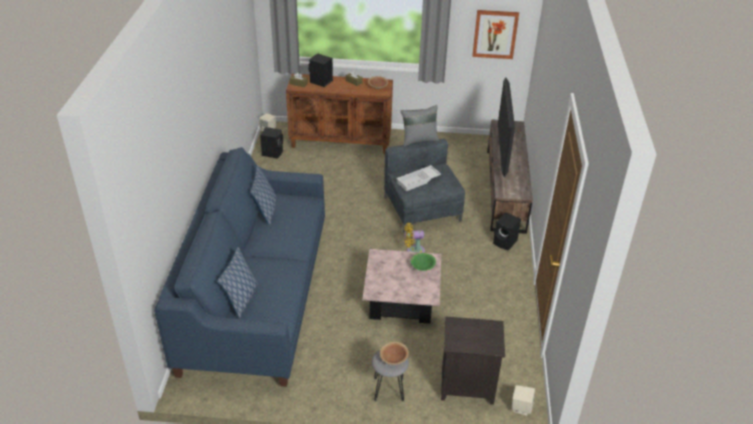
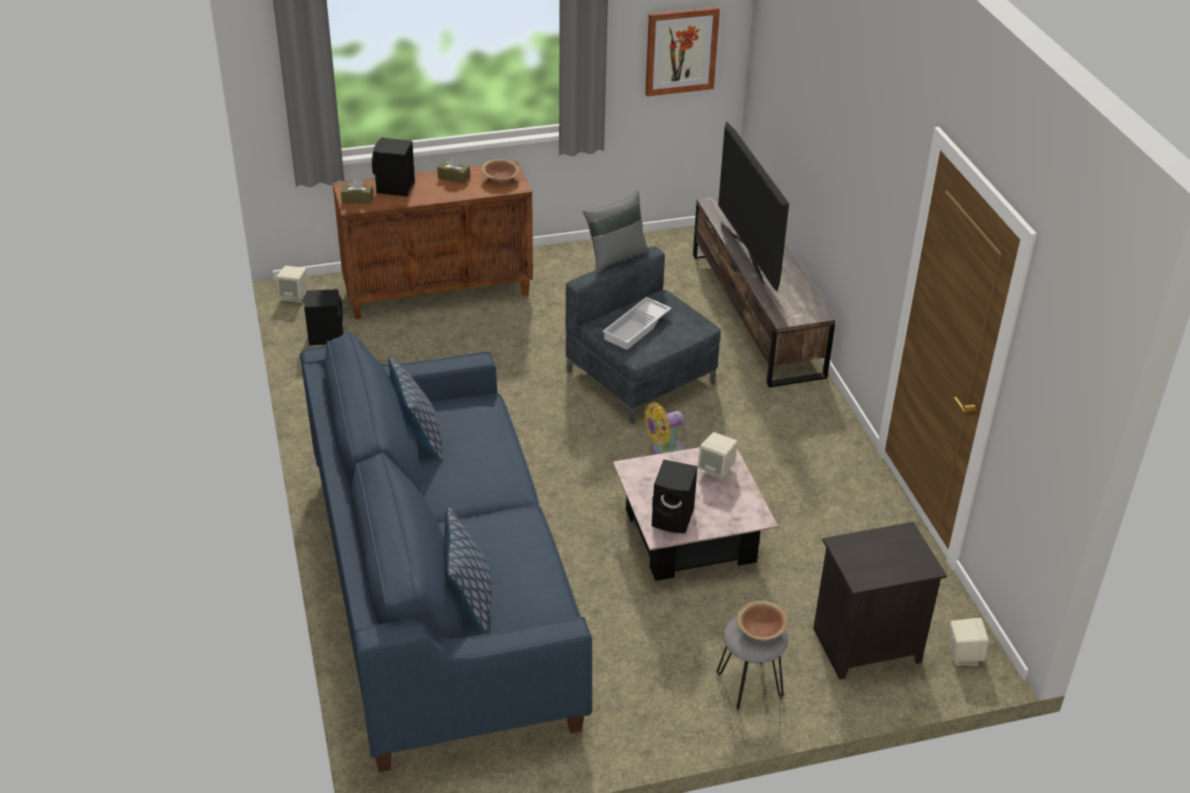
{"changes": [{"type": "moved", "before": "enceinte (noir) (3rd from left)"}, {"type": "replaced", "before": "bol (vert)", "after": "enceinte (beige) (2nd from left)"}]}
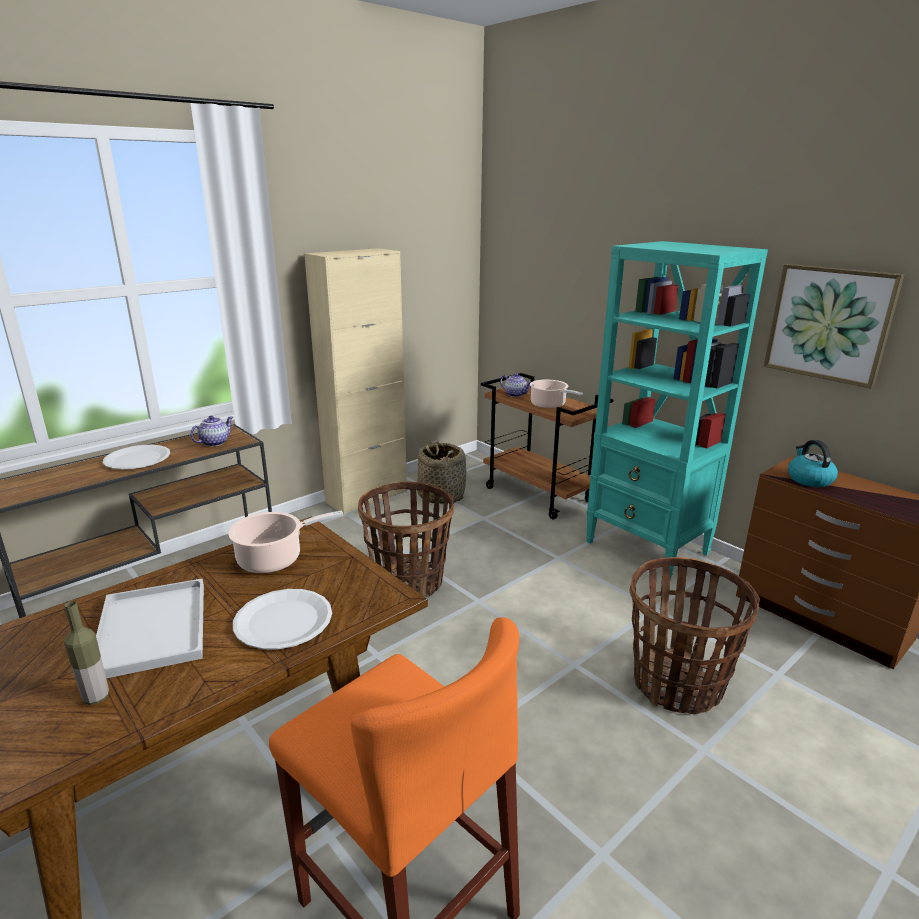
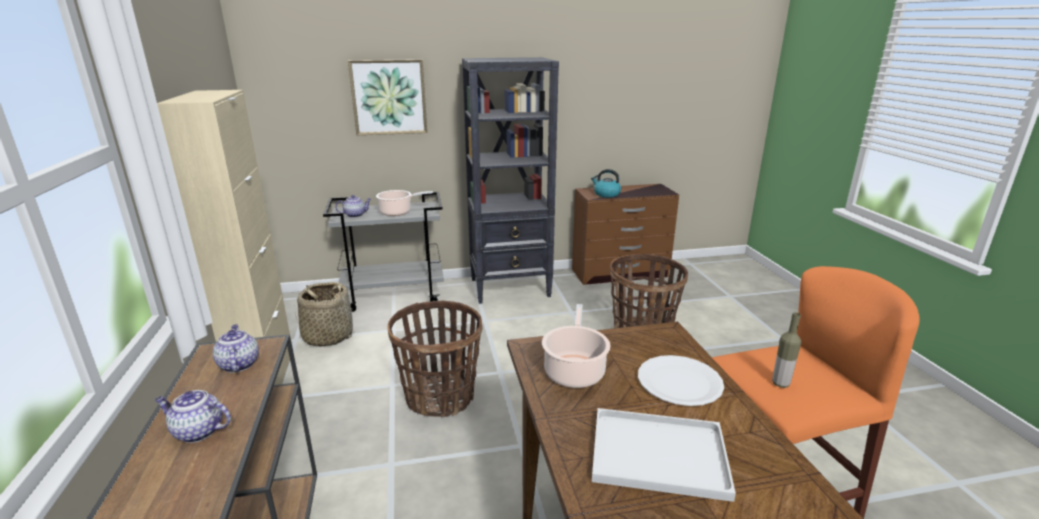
{"changes": [{"type": "replaced", "before": "assiette (blanc) (1st from left)", "after": "théière (1st from left)"}, {"type": "recoloured", "before": "chariot (marron)", "after": "chariot (gris)"}, {"type": "moved", "before": "tableau"}, {"type": "recoloured", "before": "bibliothèque (turquoise)", "after": "bibliothèque (noir)"}, {"type": "moved", "before": "bouteille"}]}
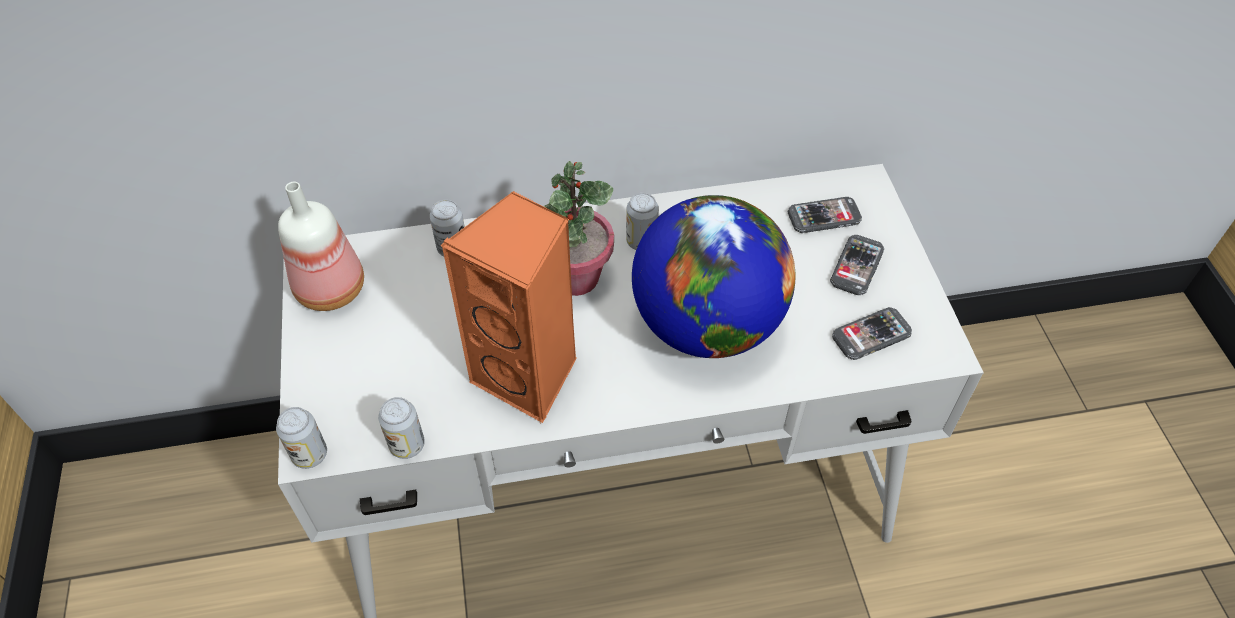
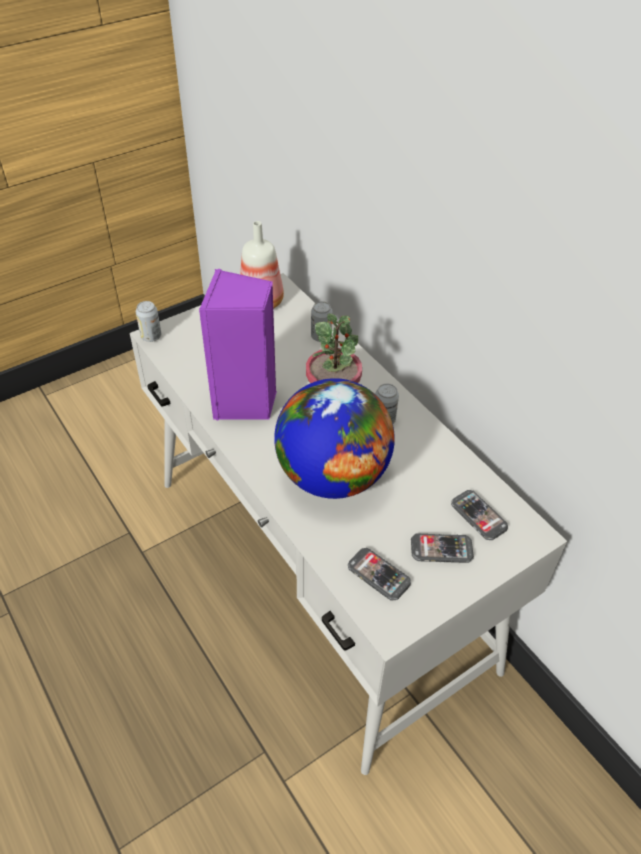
{"changes": [{"type": "recoloured", "before": "enceinte (orange)", "after": "enceinte (violet)"}, {"type": "removed", "before": "boîte métallique (2nd from left)"}]}
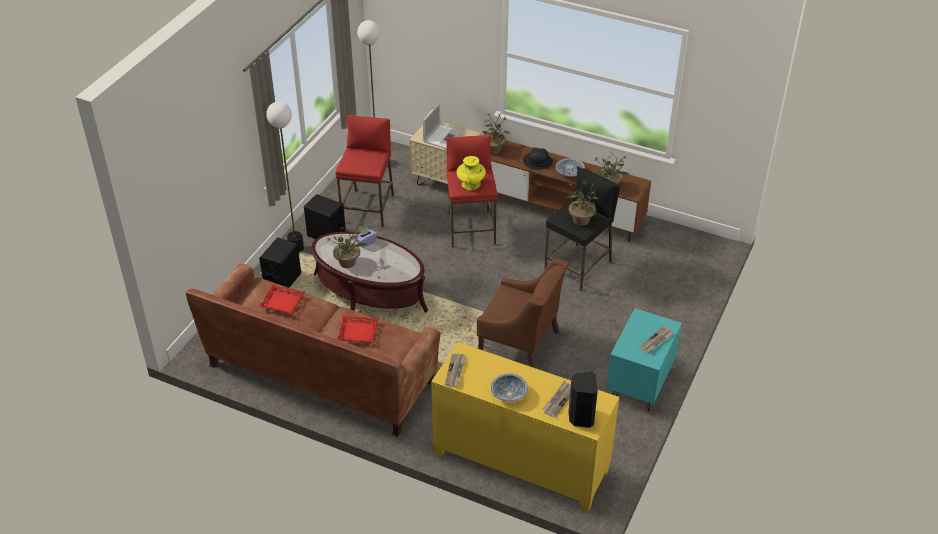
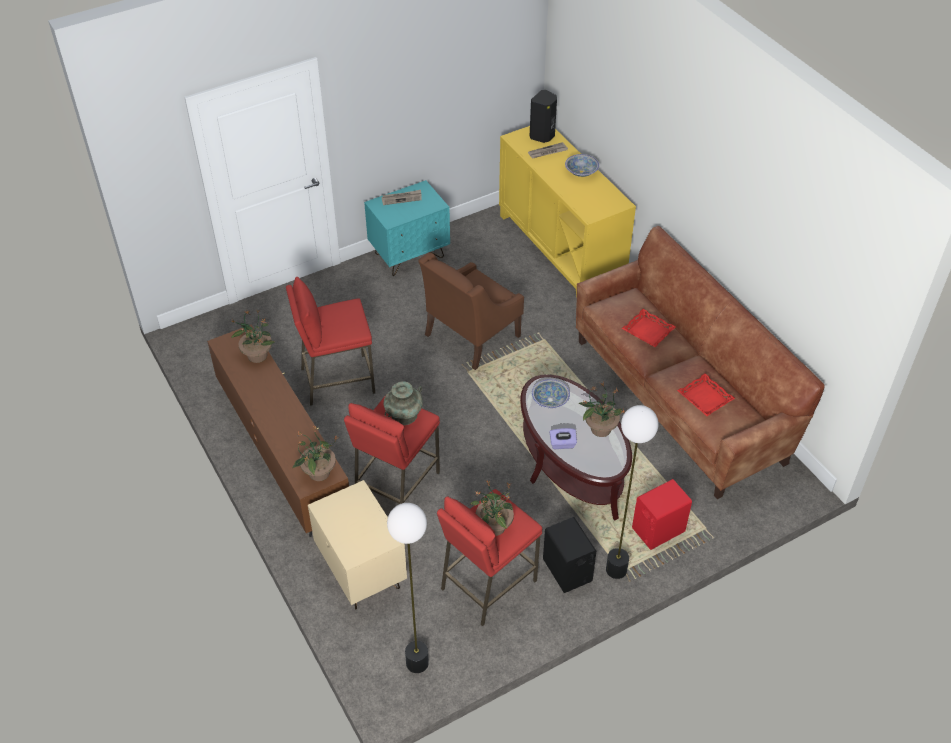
{"changes": [{"type": "recoloured", "before": "tabouret (noir)", "after": "tabouret (rouge) (1st from left)"}, {"type": "recoloured", "before": "vase (jaune)", "after": "vase (turquoise)"}, {"type": "turned", "before": "fauteuil (marron)", "turn": -105}, {"type": "moved", "before": "plante en pot (3rd from left)"}, {"type": "moved", "before": "bol (2nd from left in the first image)", "after": "bol (1st from left)"}, {"type": "recoloured", "before": "enceinte (noir) (1st from left)", "after": "enceinte (rouge)"}, {"type": "removed", "before": "ordinateur portable"}, {"type": "removed", "before": "journal (1st from left)"}, {"type": "removed", "before": "chapeau (noir)"}]}
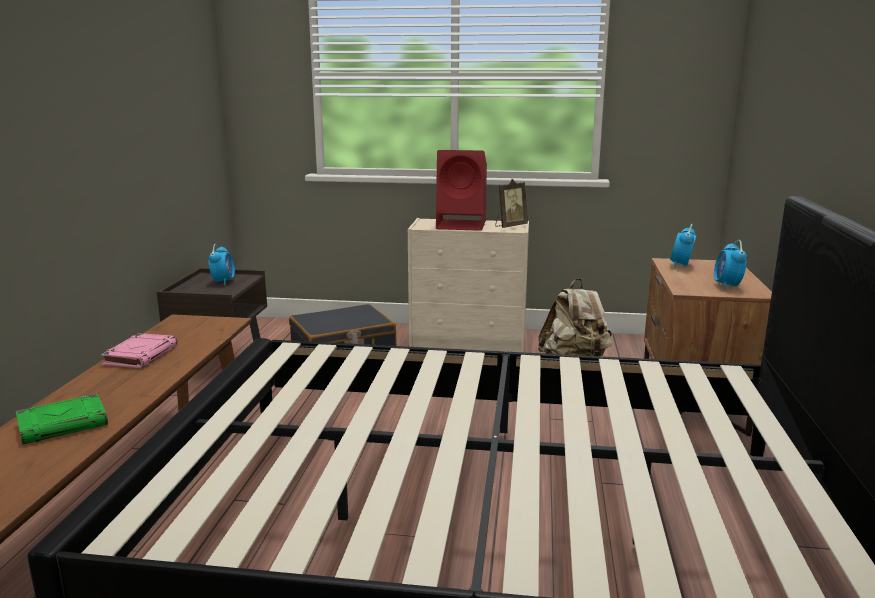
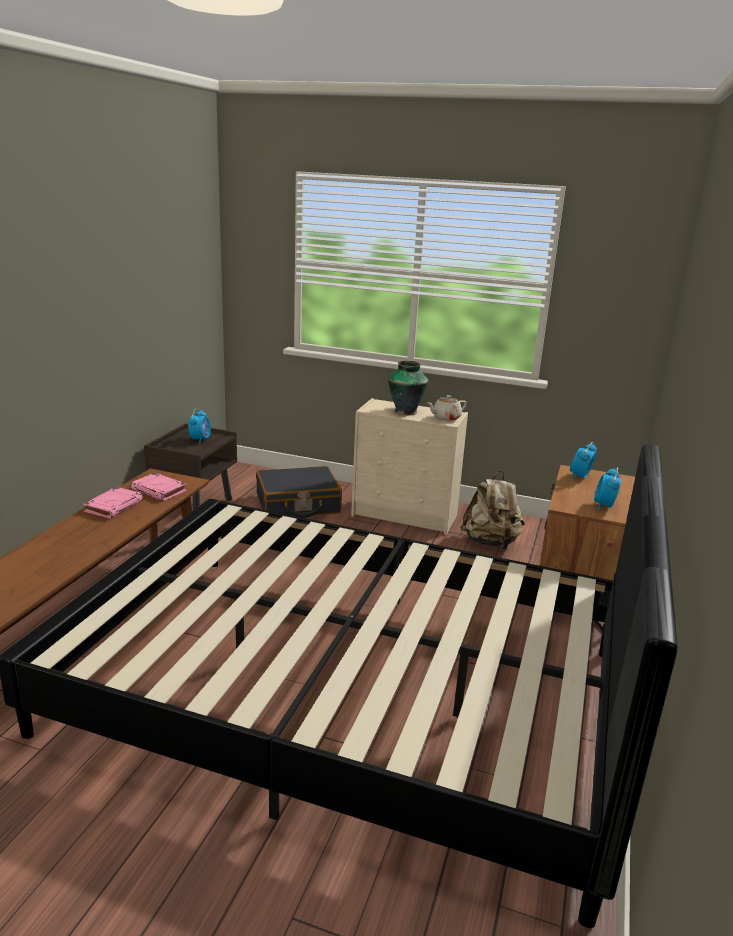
{"changes": [{"type": "added", "after": "livre (rose) (2nd from left)"}, {"type": "replaced", "before": "enceinte (rouge)", "after": "vase"}, {"type": "replaced", "before": "cadre photo", "after": "théière (beige)"}, {"type": "removed", "before": "livre (vert)"}]}
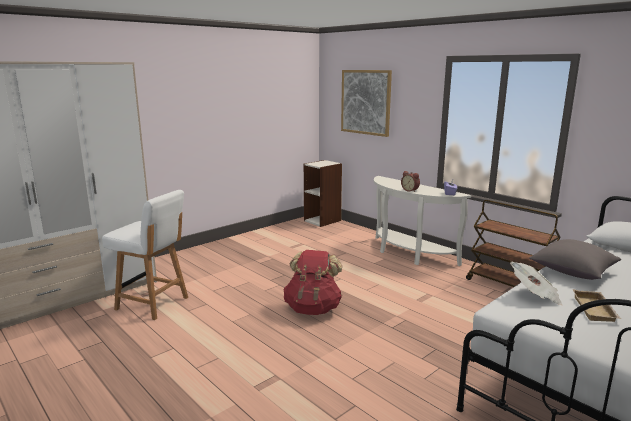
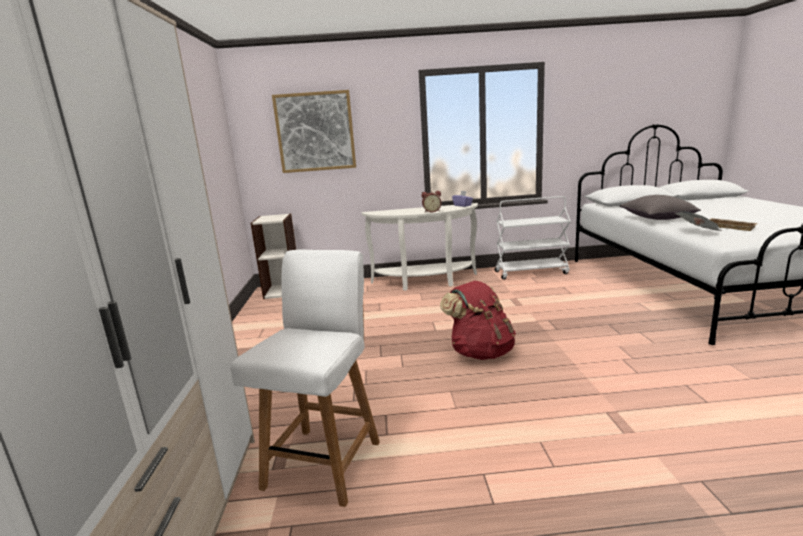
{"changes": [{"type": "turned", "before": "chaise (blanc)", "turn": -45}, {"type": "recoloured", "before": "chariot (marron)", "after": "chariot (blanc)"}]}
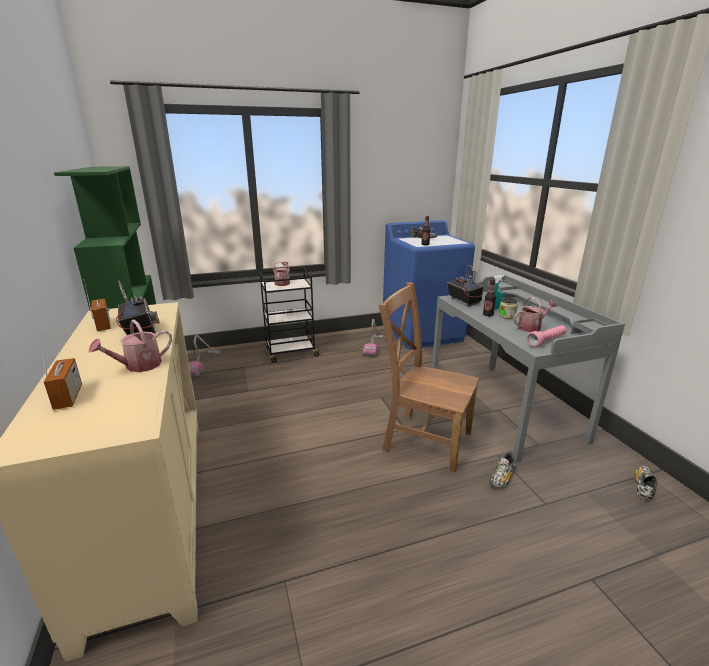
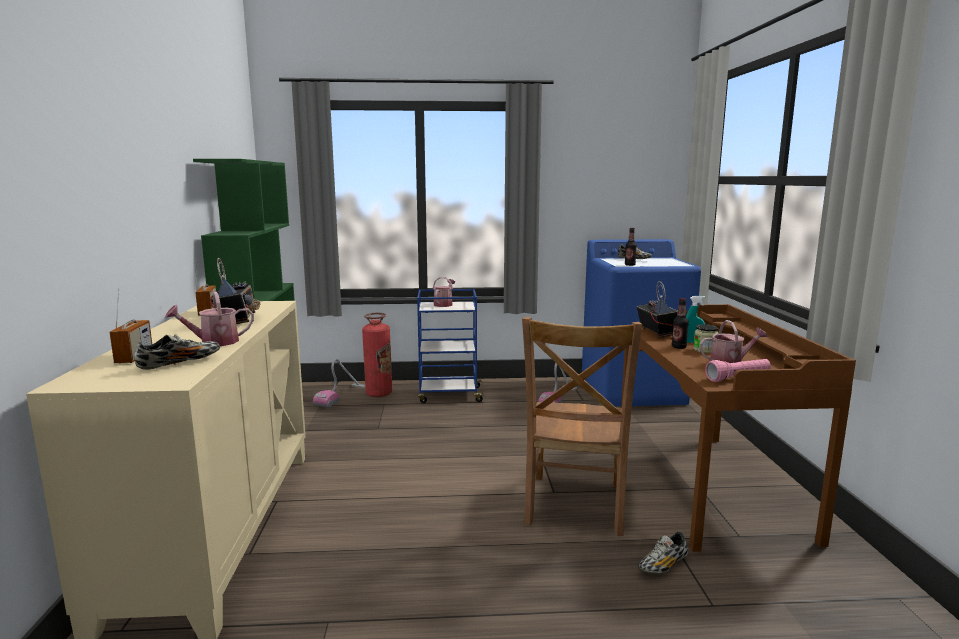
{"changes": [{"type": "moved", "before": "chaussure (3rd from left in the first image)", "after": "chaussure (1st from left)"}, {"type": "added", "after": "extincteur"}, {"type": "recoloured", "before": "chariot (noir)", "after": "chariot (bleu)"}, {"type": "turned", "before": "chaise (marron)", "turn": -120}, {"type": "recoloured", "before": "bureau (gris)", "after": "bureau (marron)"}]}
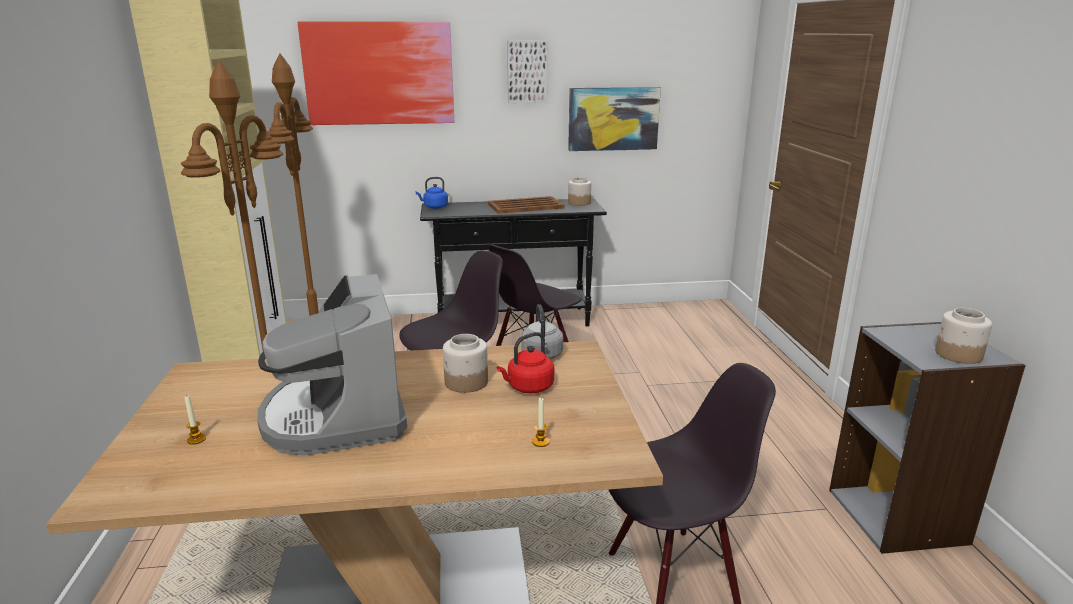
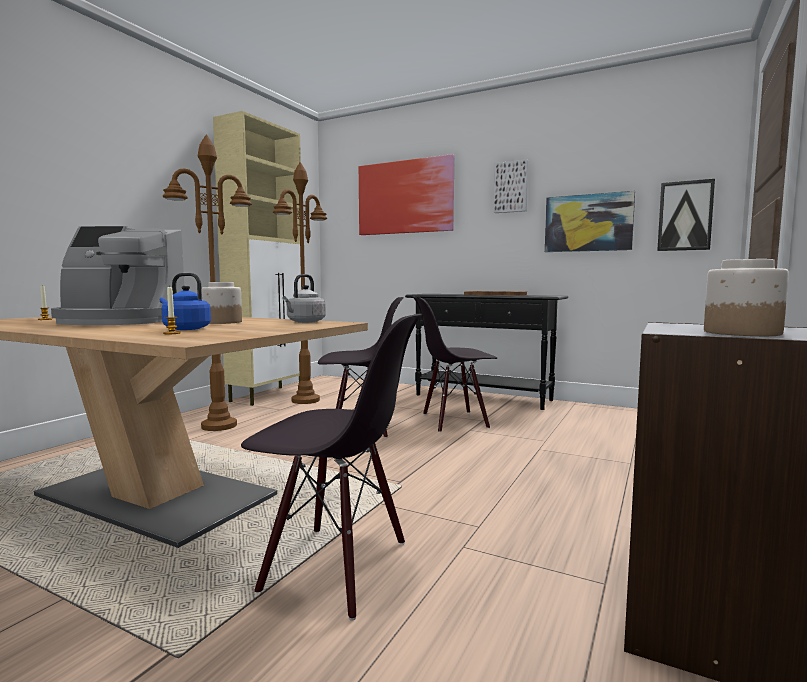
{"changes": [{"type": "turned", "before": "machine à café", "turn": -105}, {"type": "moved", "before": "bouilloire (bleu)"}, {"type": "added", "after": "tableau (4th from left)"}, {"type": "removed", "before": "bouilloire (rouge)"}, {"type": "removed", "before": "bocal (2nd from left)"}]}
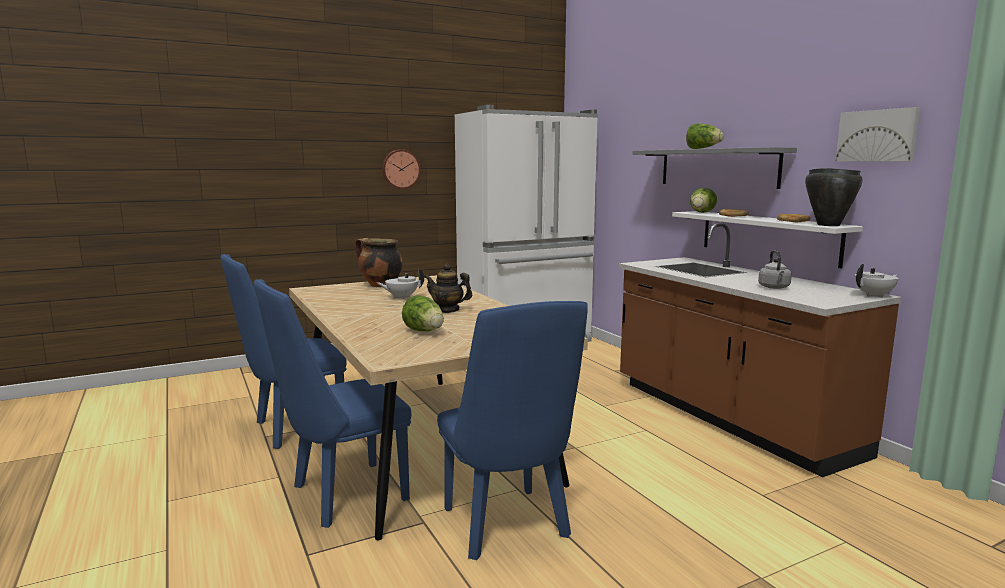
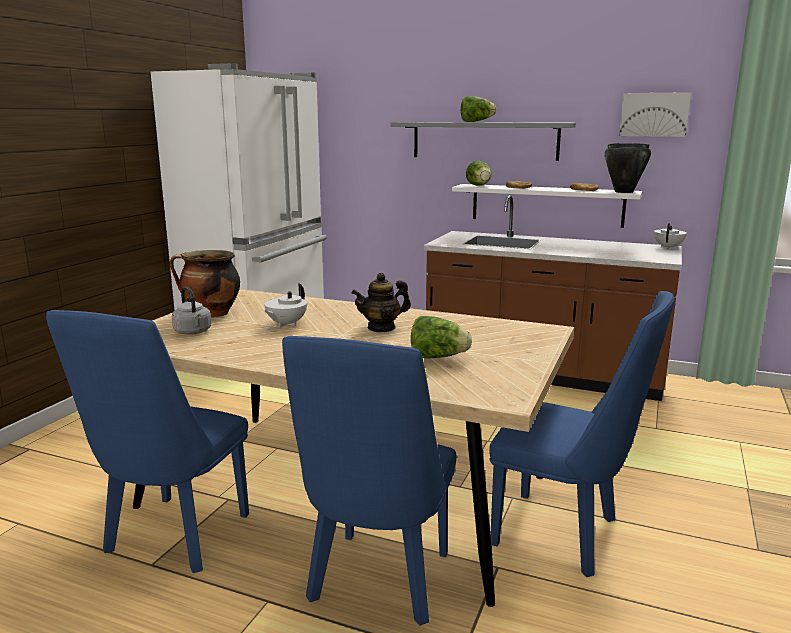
{"changes": [{"type": "moved", "before": "bouilloire (gris)"}, {"type": "removed", "before": "horloge murale"}]}
